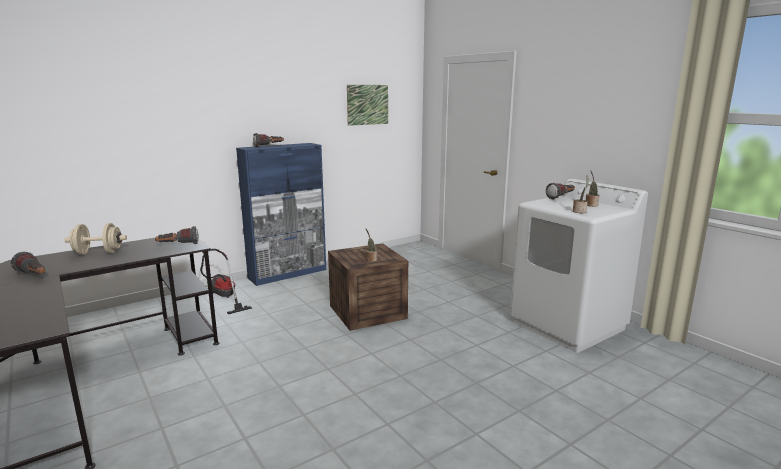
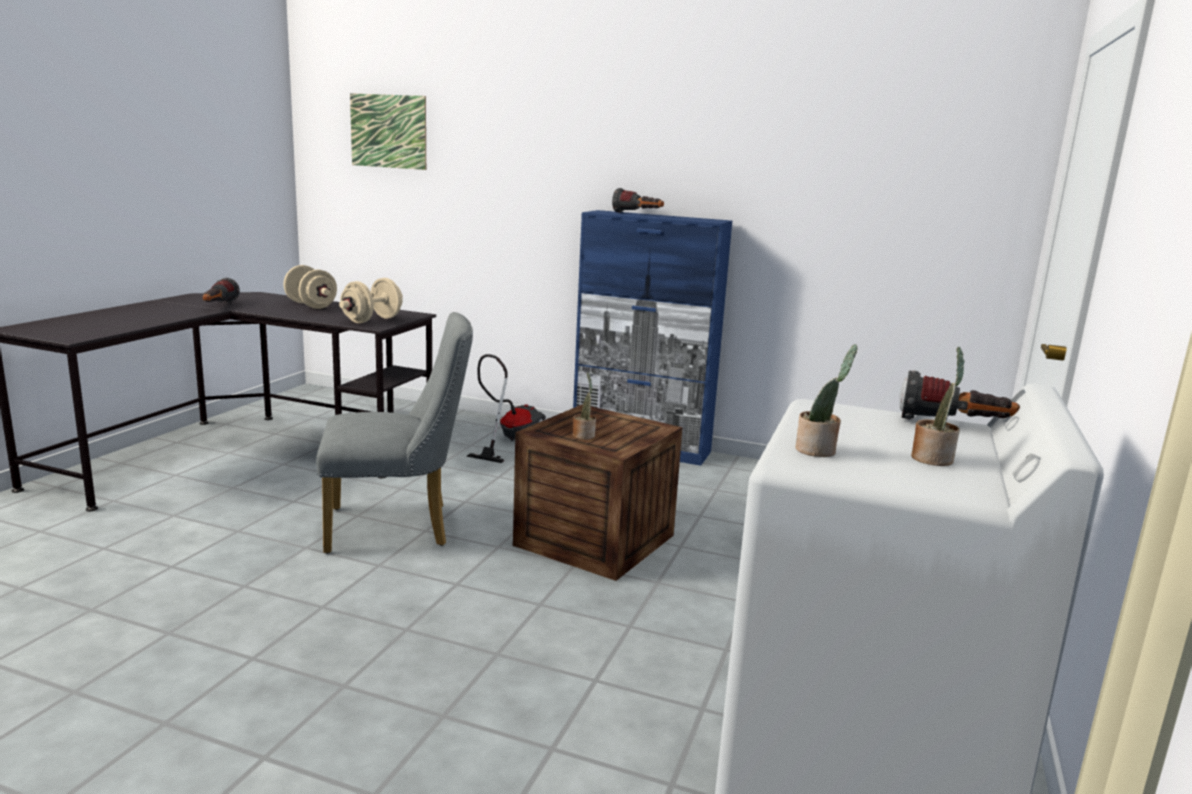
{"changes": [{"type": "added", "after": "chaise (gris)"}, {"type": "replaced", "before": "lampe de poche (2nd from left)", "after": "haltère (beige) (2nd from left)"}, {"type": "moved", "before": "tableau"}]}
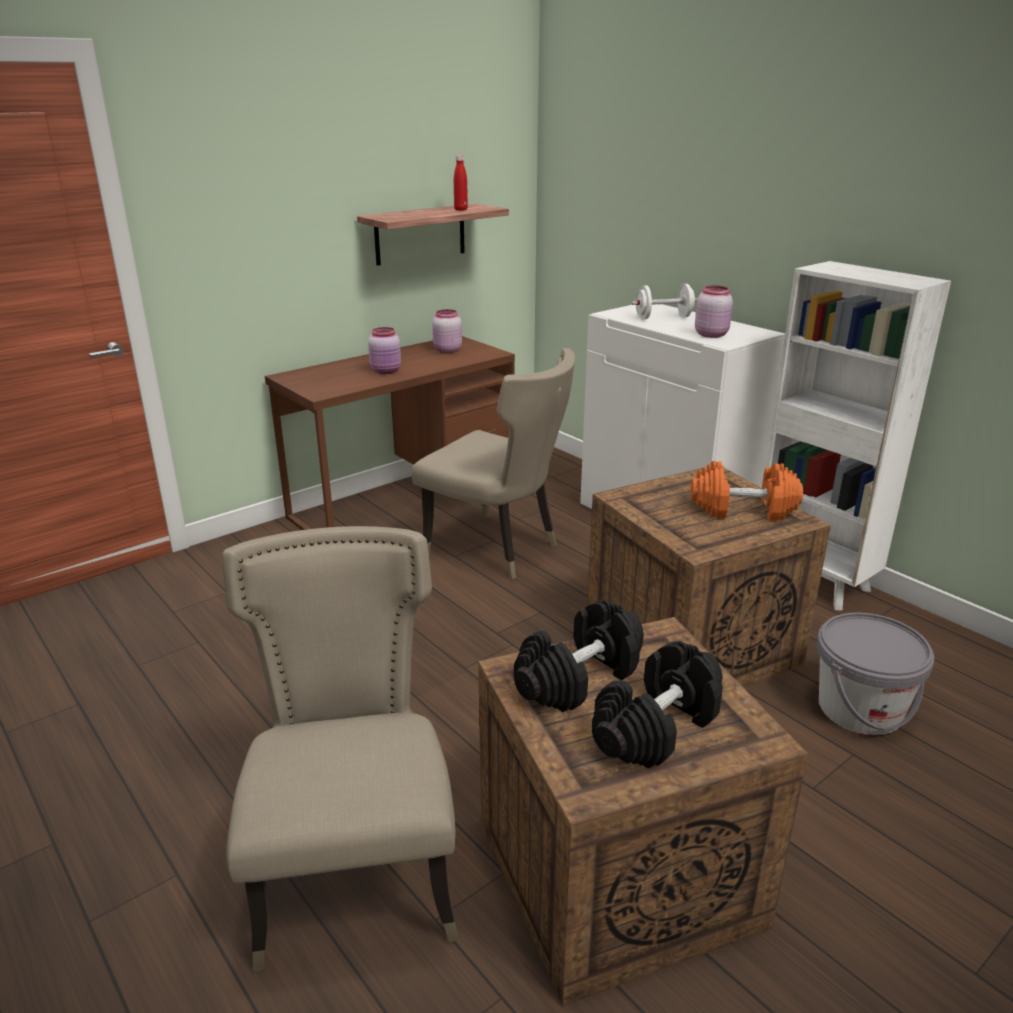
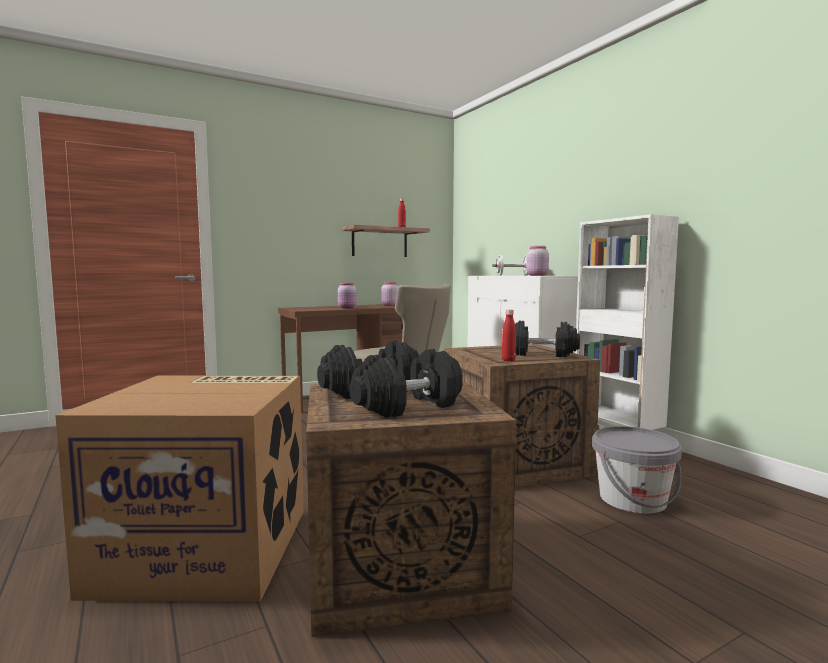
{"changes": [{"type": "replaced", "before": "chaise (beige) (1st from left)", "after": "carton"}, {"type": "added", "after": "bouteille (rouge) (2nd from left)"}, {"type": "recoloured", "before": "haltère (orange)", "after": "haltère (noir) (3rd from left)"}]}
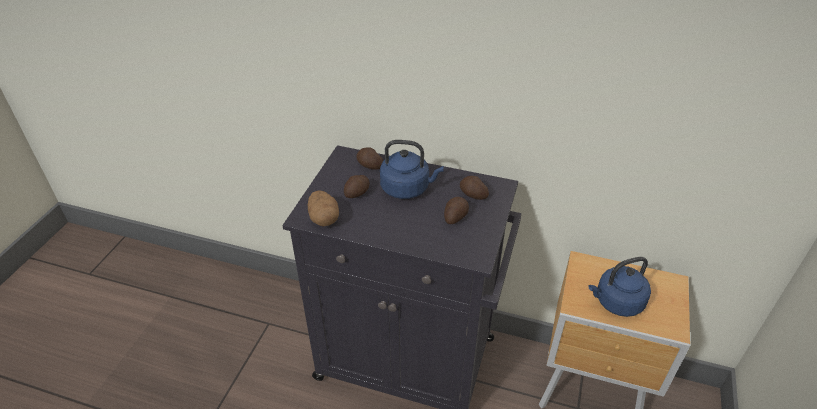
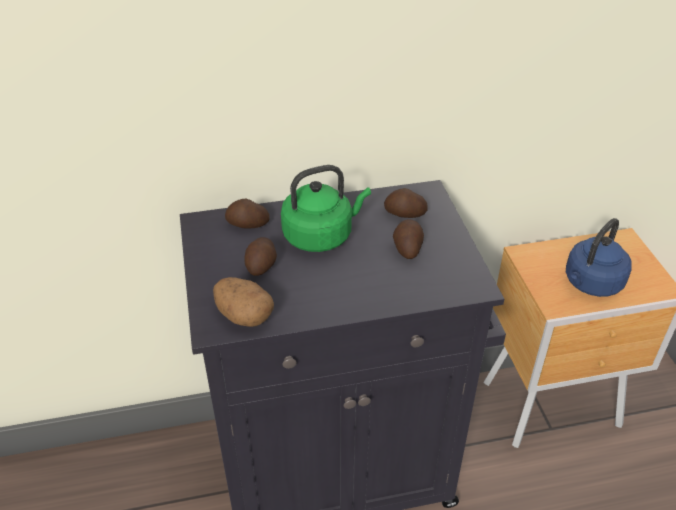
{"changes": [{"type": "recoloured", "before": "bouilloire (bleu) (1st from left)", "after": "bouilloire (vert)"}]}
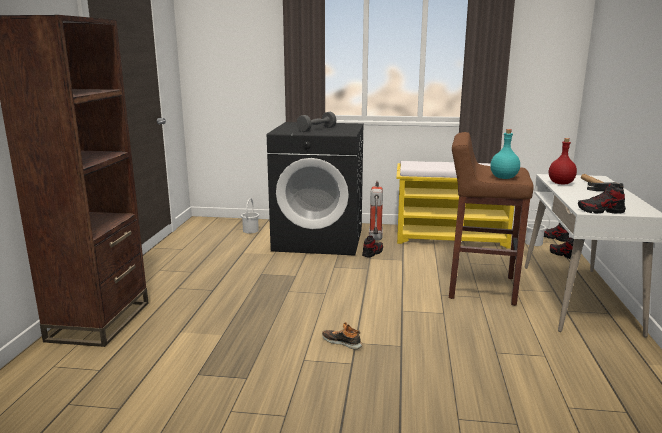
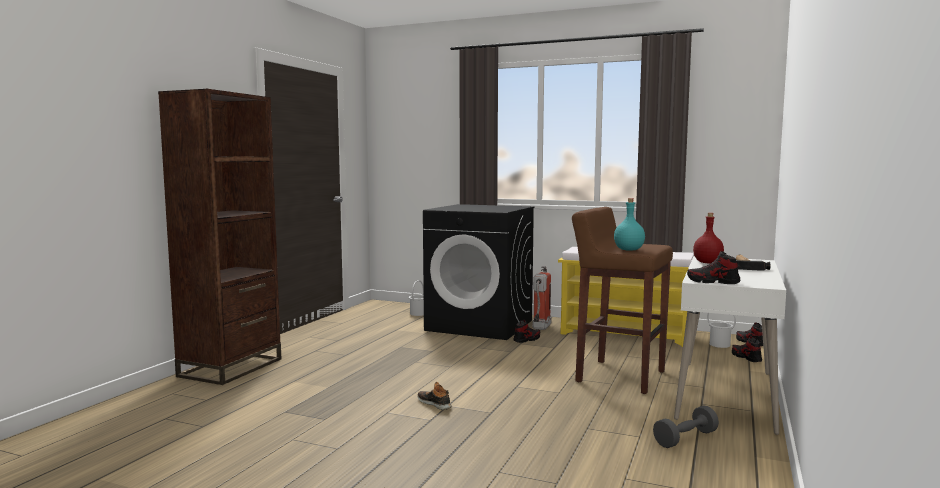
{"changes": [{"type": "moved", "before": "haltère (gris)"}]}
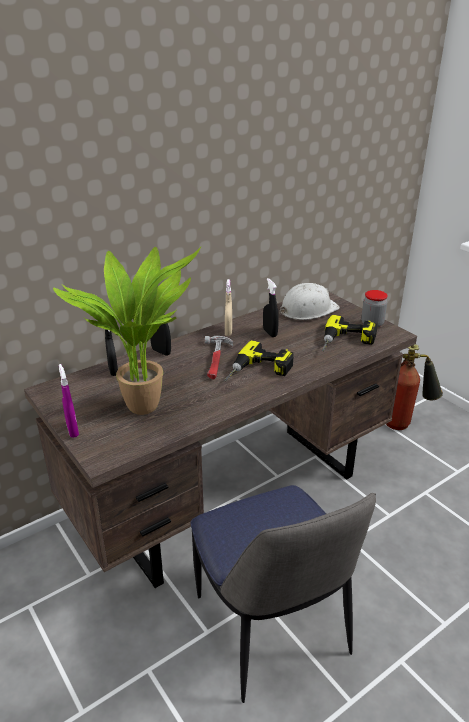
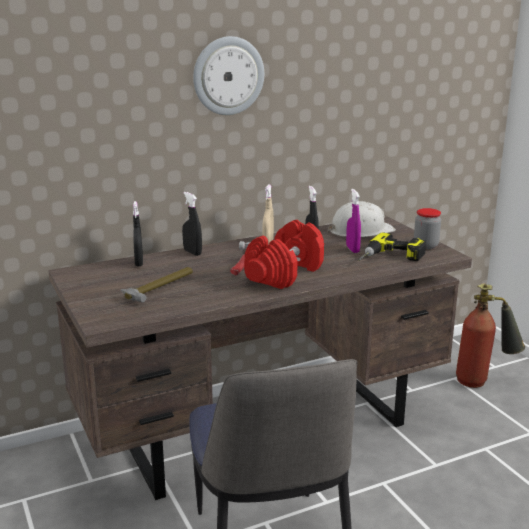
{"changes": [{"type": "replaced", "before": "plante en pot", "after": "marteau (1st from left)"}, {"type": "added", "after": "horloge murale"}, {"type": "replaced", "before": "perceuse (1st from left)", "after": "haltère (rouge)"}, {"type": "moved", "before": "vaporisateur (violet)"}]}
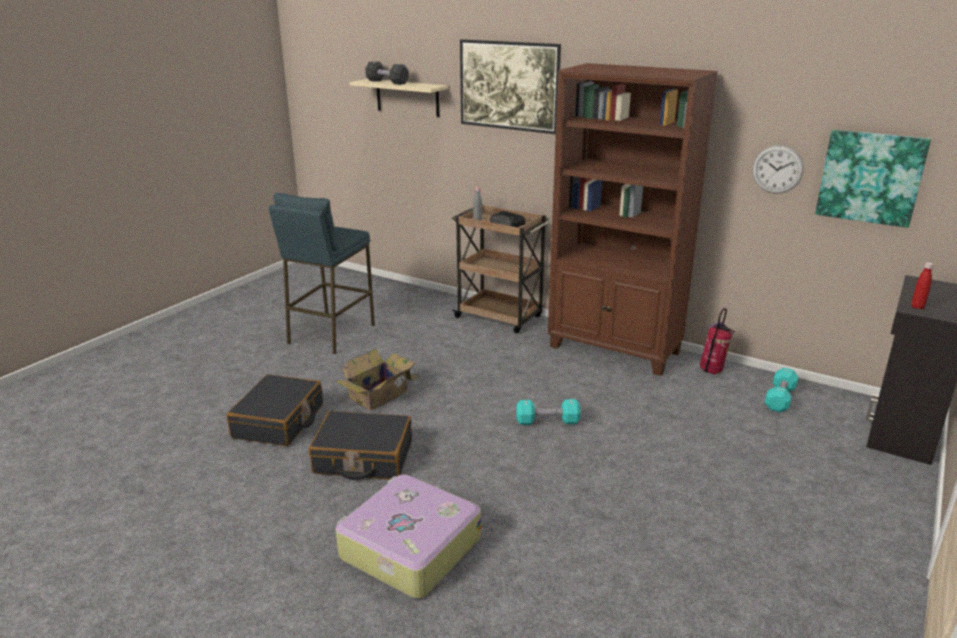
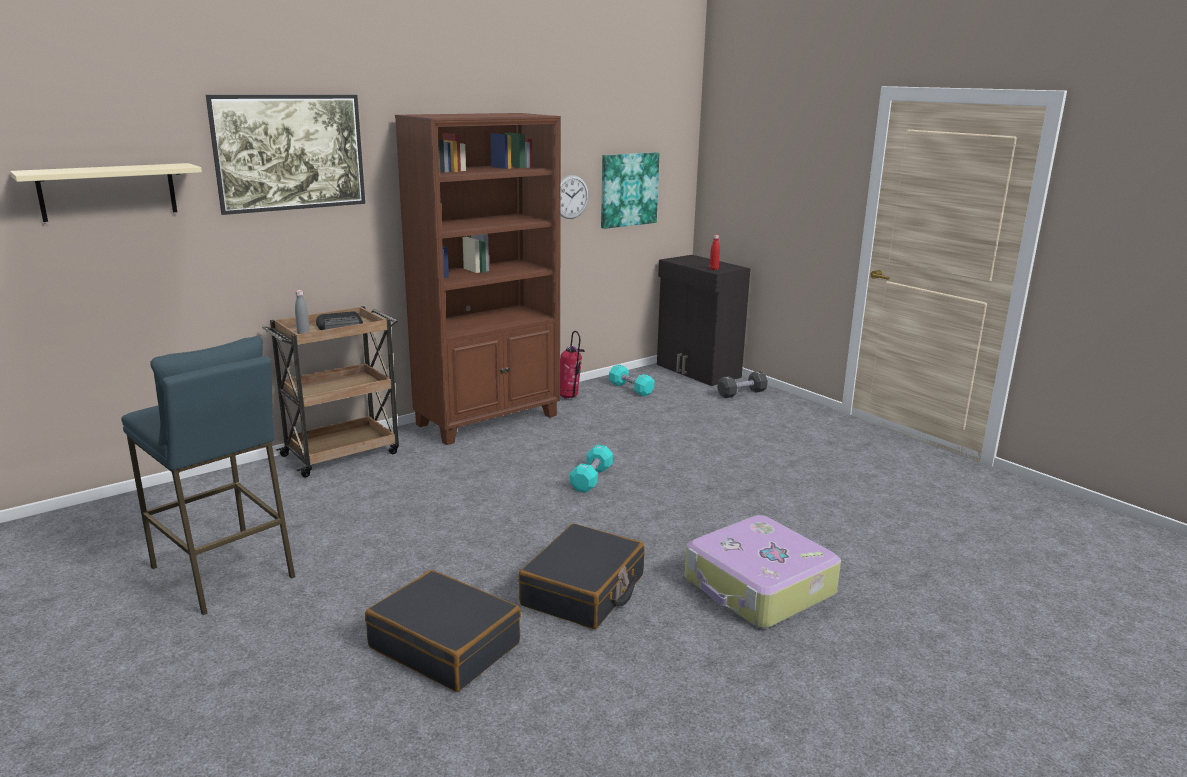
{"changes": [{"type": "moved", "before": "haltère (noir)"}, {"type": "removed", "before": "carton"}]}
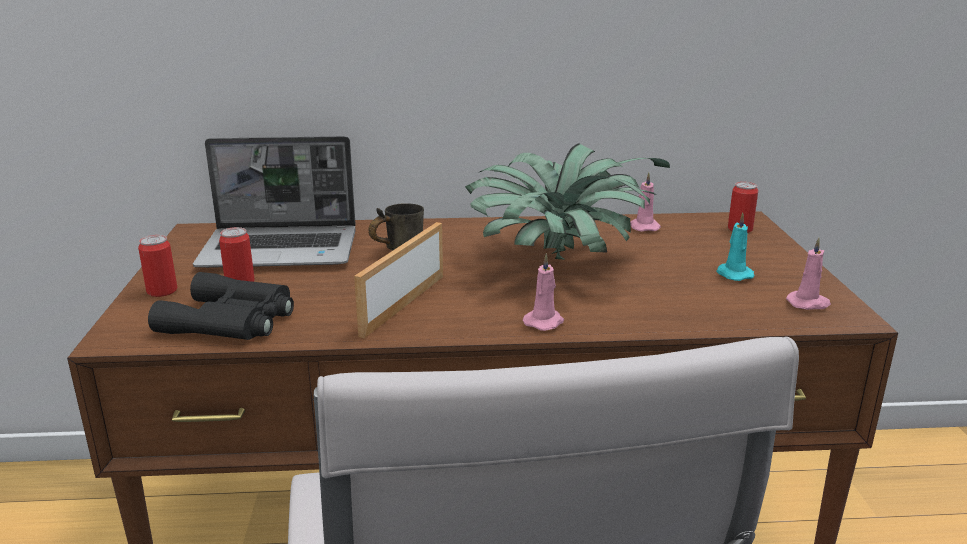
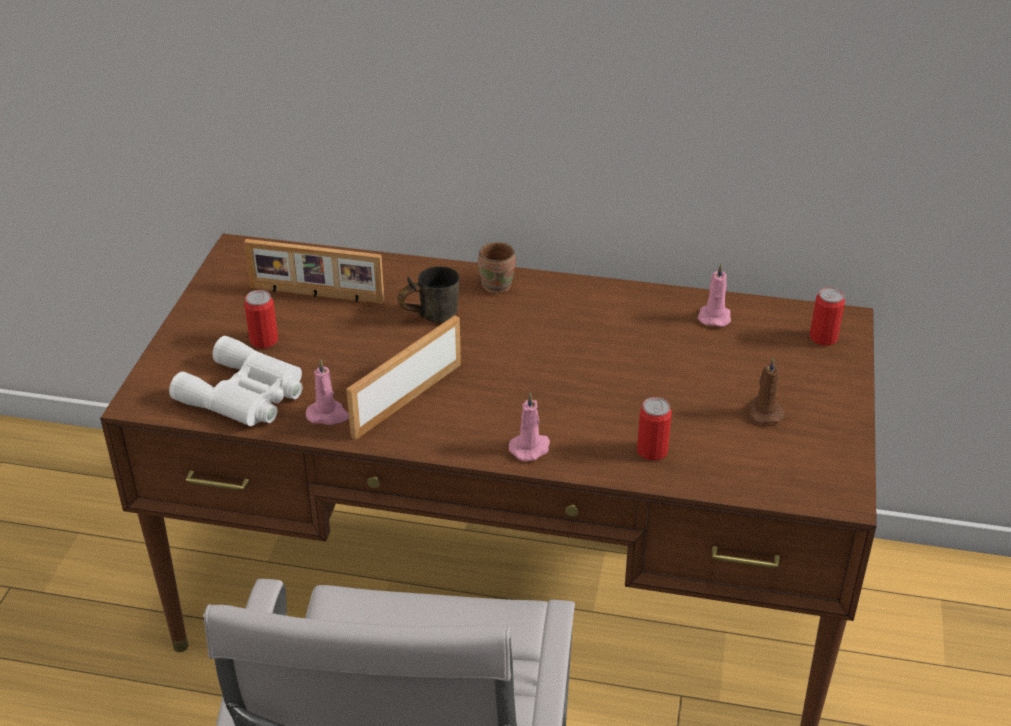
{"changes": [{"type": "recoloured", "before": "jumelles (noir)", "after": "jumelles (blanc)"}, {"type": "replaced", "before": "ordinateur portable", "after": "cadre photo (1st from left)"}, {"type": "moved", "before": "bougie (rose) (3rd from left in the first image)", "after": "bougie (rose) (1st from left)"}, {"type": "added", "after": "mug (marron)"}, {"type": "moved", "before": "boîte métallique (1st from left in the first image)", "after": "boîte métallique (2nd from left)"}, {"type": "recoloured", "before": "bougie (turquoise)", "after": "bougie (marron)"}, {"type": "removed", "before": "plante en pot"}]}
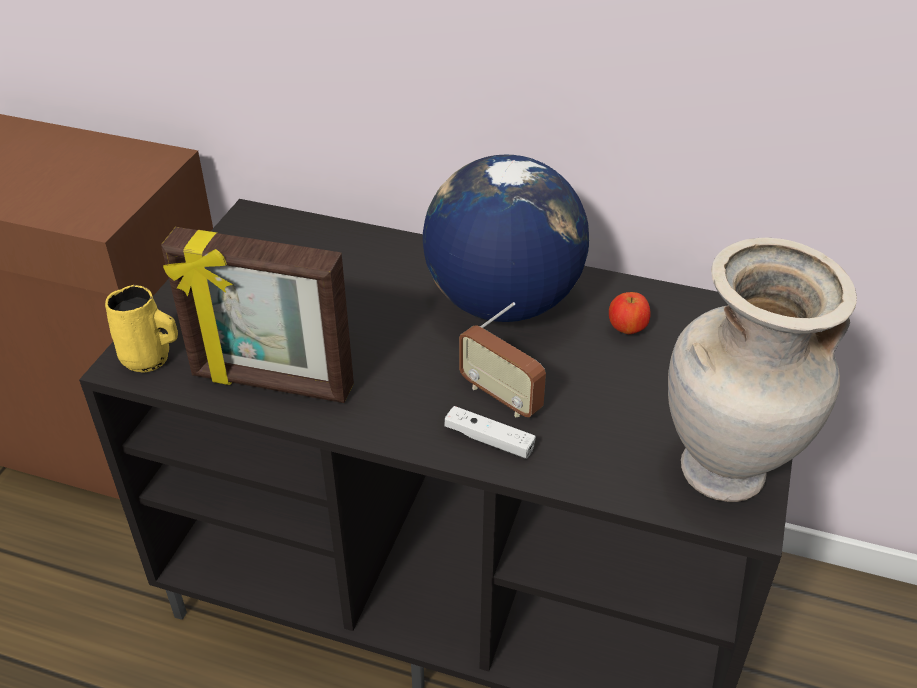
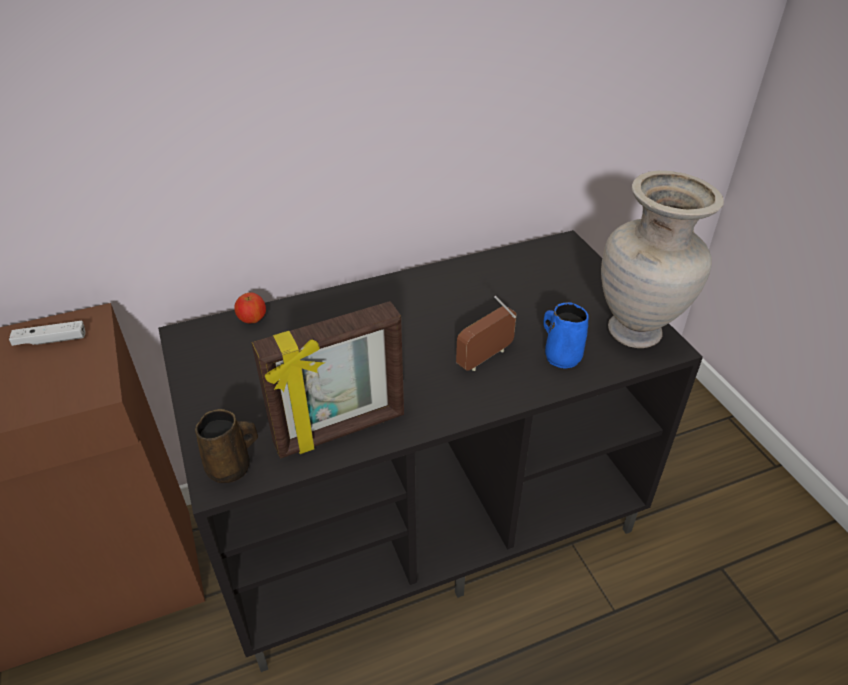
{"changes": [{"type": "moved", "before": "manette (blanc)"}, {"type": "recoloured", "before": "mug (jaune)", "after": "mug (marron)"}, {"type": "moved", "before": "pomme"}, {"type": "turned", "before": "radio", "turn": 135}, {"type": "added", "after": "mug (bleu)"}, {"type": "removed", "before": "globe"}]}
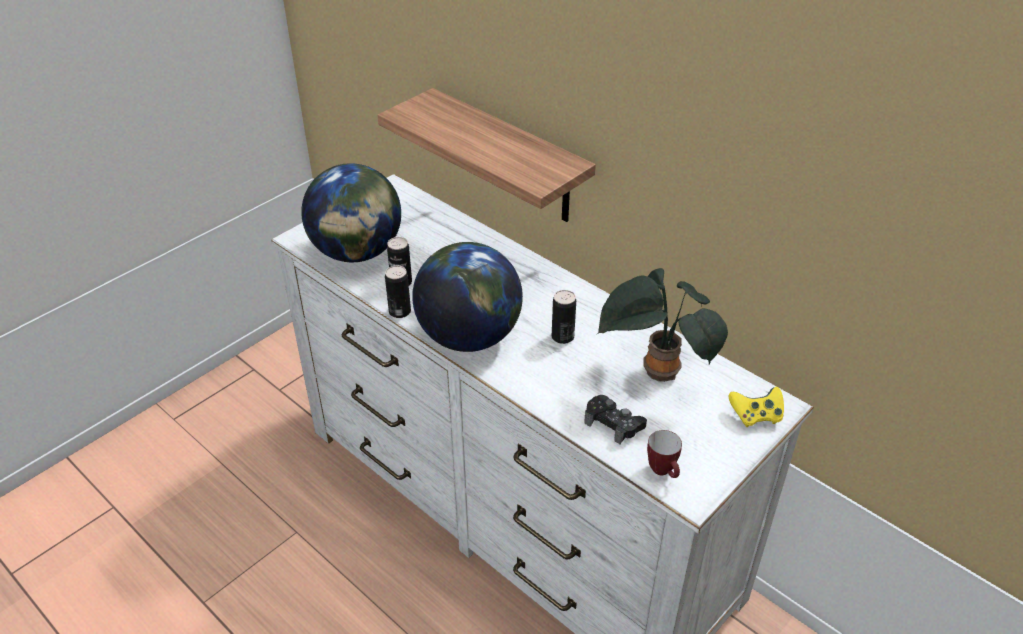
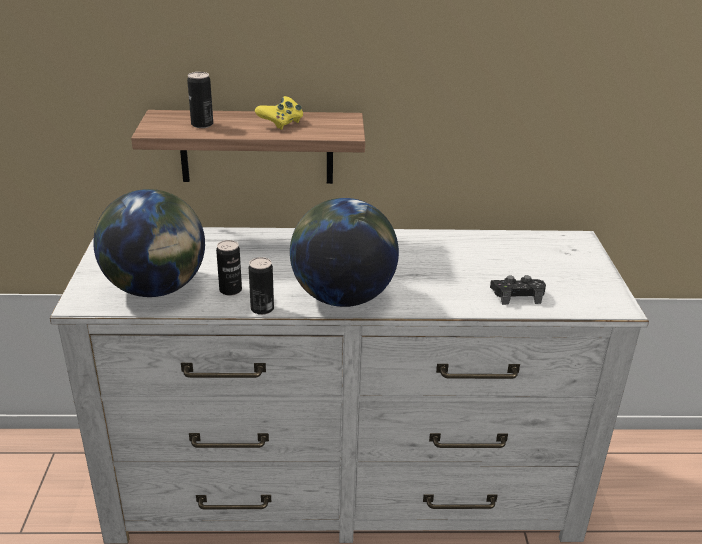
{"changes": [{"type": "moved", "before": "boîte métallique (3rd from left in the first image)", "after": "boîte métallique (1st from left)"}, {"type": "moved", "before": "manette (jaune)"}, {"type": "removed", "before": "plante en pot"}, {"type": "removed", "before": "mug"}]}
